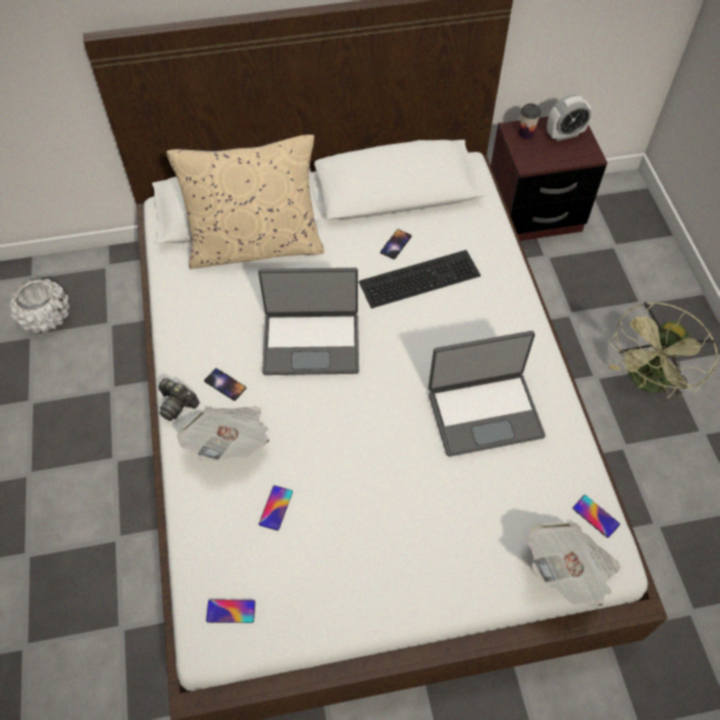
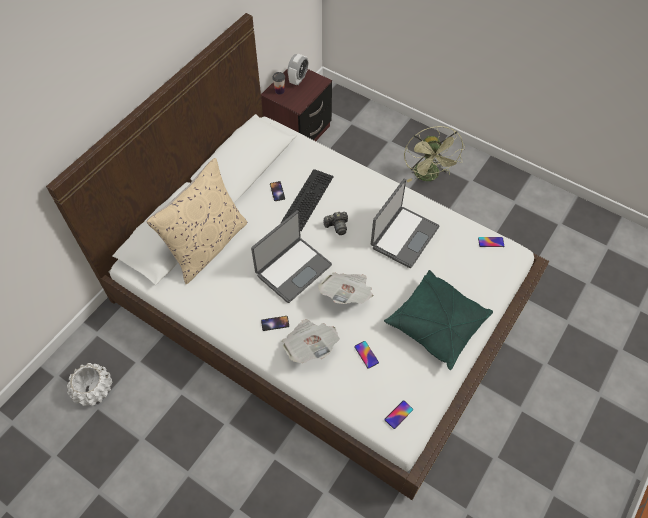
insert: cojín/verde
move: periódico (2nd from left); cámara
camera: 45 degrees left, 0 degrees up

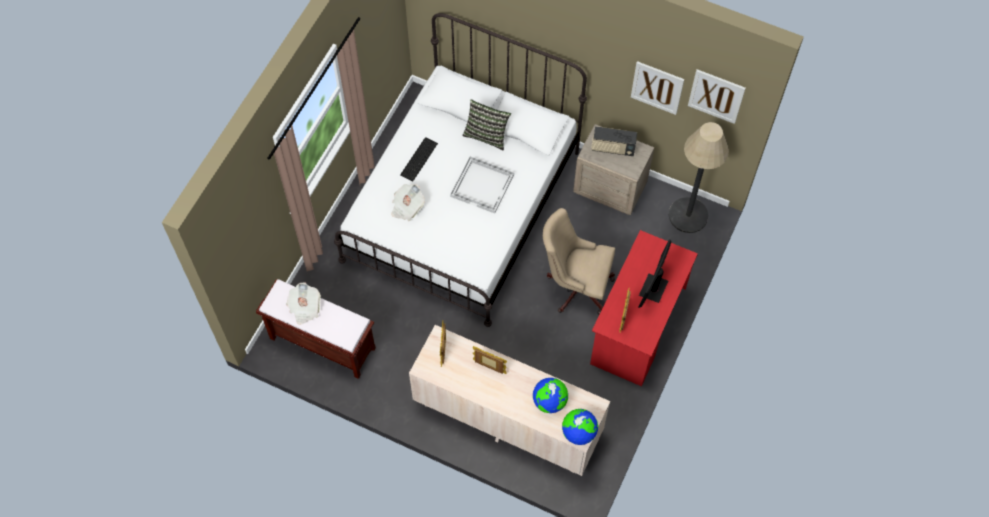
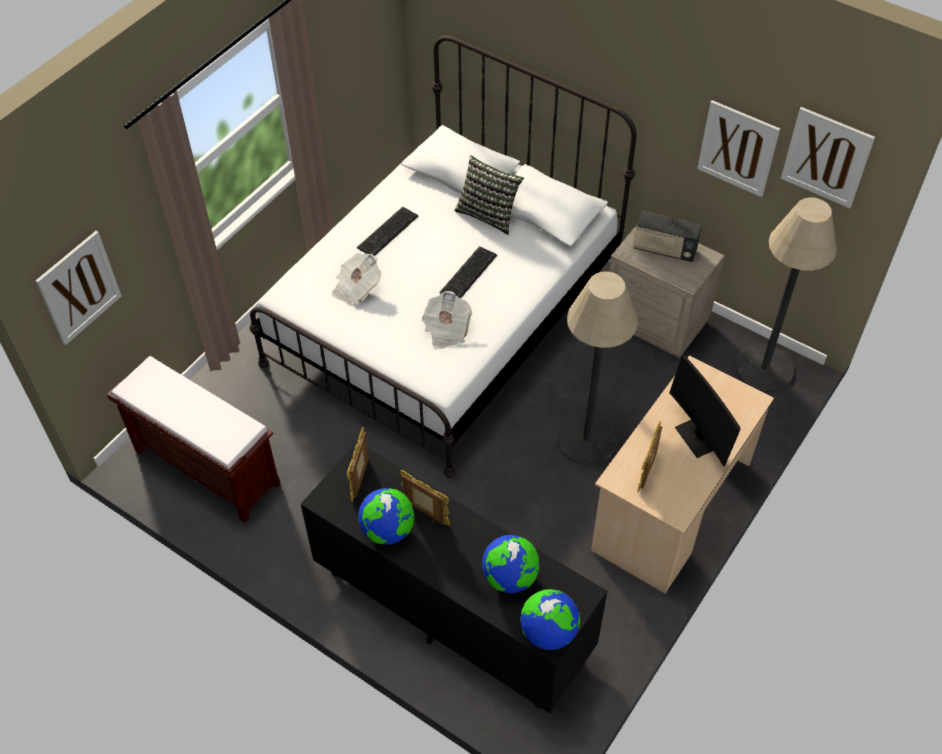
insert: cuadro (1st from left); globo terráqueo (1st from left)
move: periódico (1st from left in the first image) to periódico (2nd from left)
replace: bandeja/blanco to teclado (2nd from left); silla de oficina/beis to lámpara de pie (1st from left)
recolor: cómoda/beis to cómoda/negro; escritorio/rojo to escritorio/beis
rotate: monitor 60 degrees counterclockwise
camera: 10 degrees right, 10 degrees down

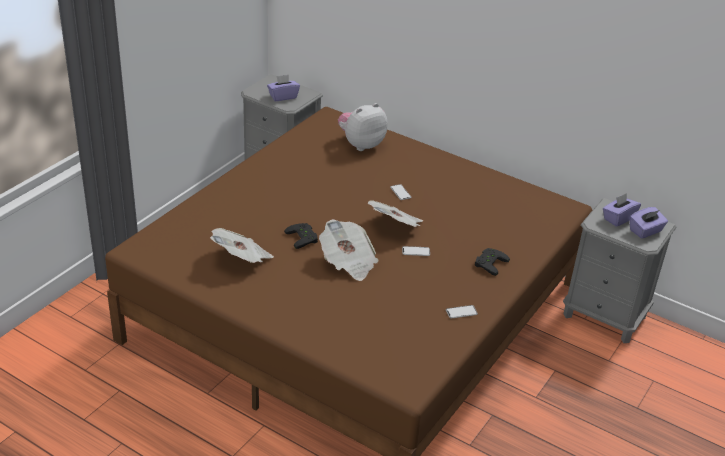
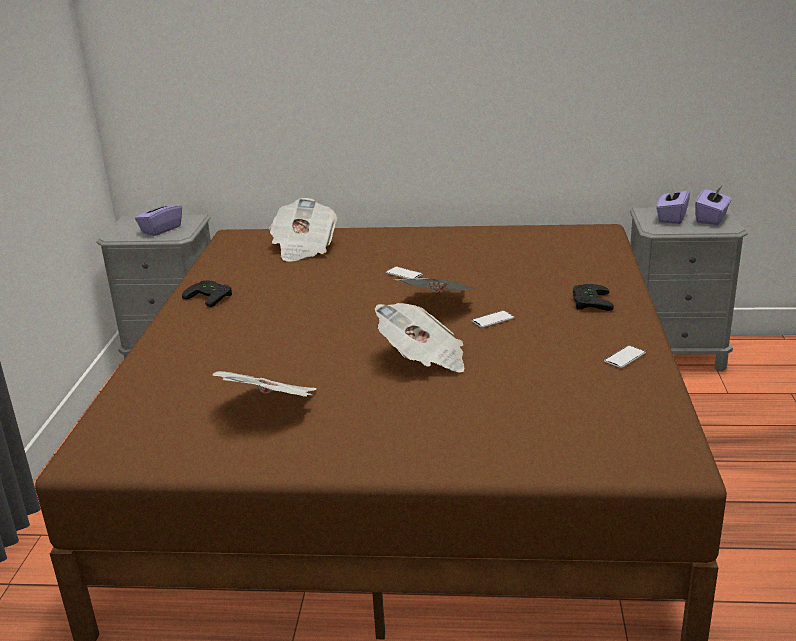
move: mando de consola/negro (1st from left)
replace: peluche to periódico (2nd from left)
camera: 25 degrees left, 10 degrees down

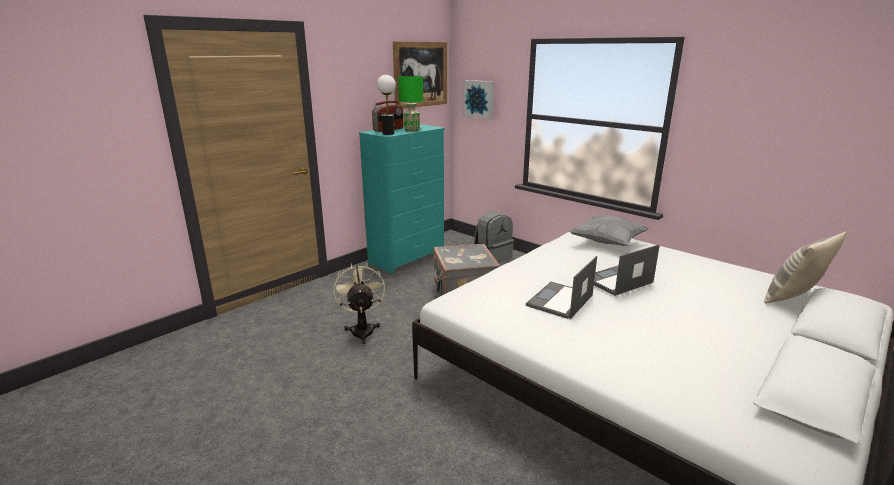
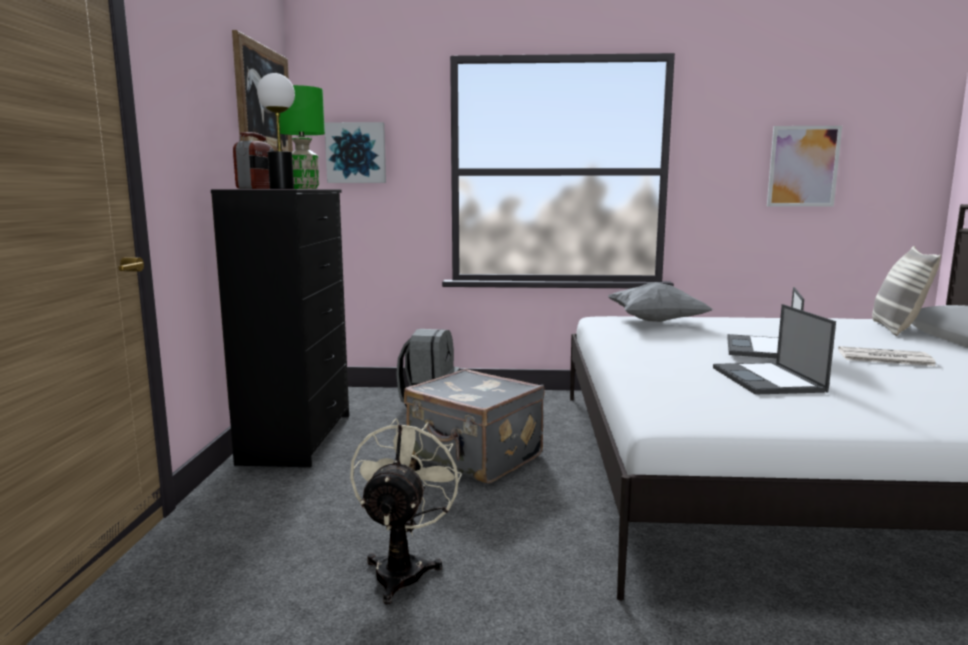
insert: cuadro (3rd from left); periódico
recolor: cómoda/turquesa to cómoda/negro
rotate: ventilador/beis 60 degrees clockwise
camera: 40 degrees left, 10 degrees down

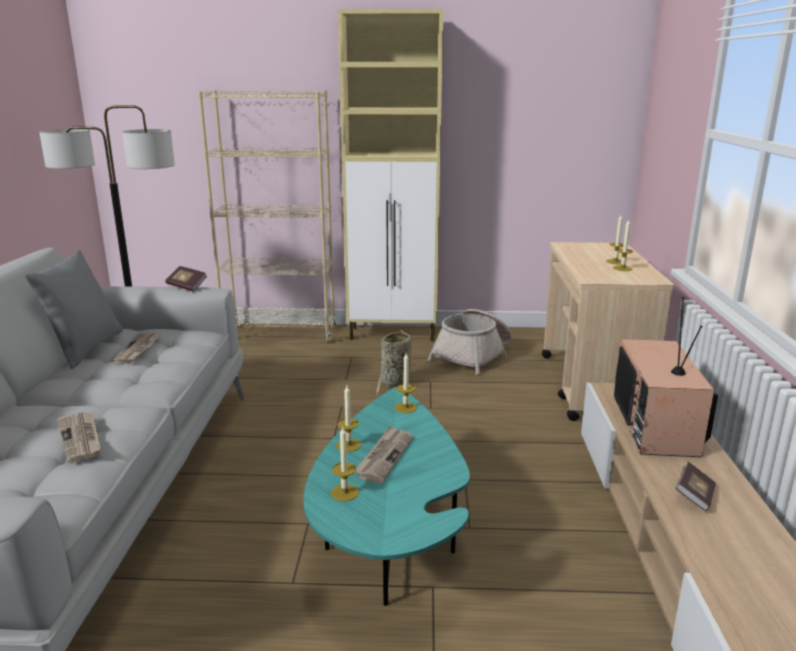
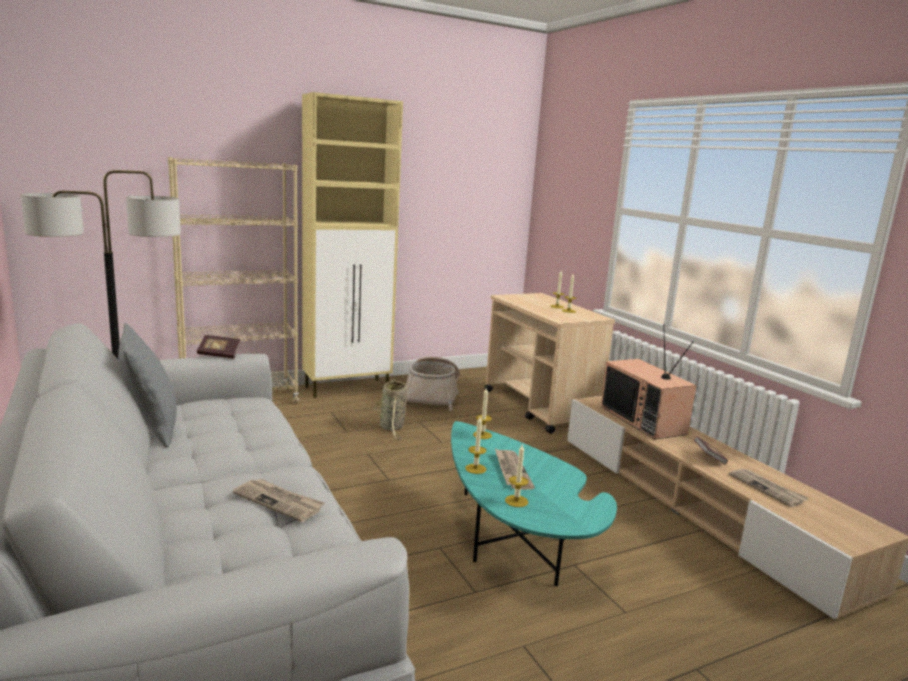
move: periódico (2nd from left in the first image) to periódico (3rd from left)
camera: 30 degrees left, 5 degrees down

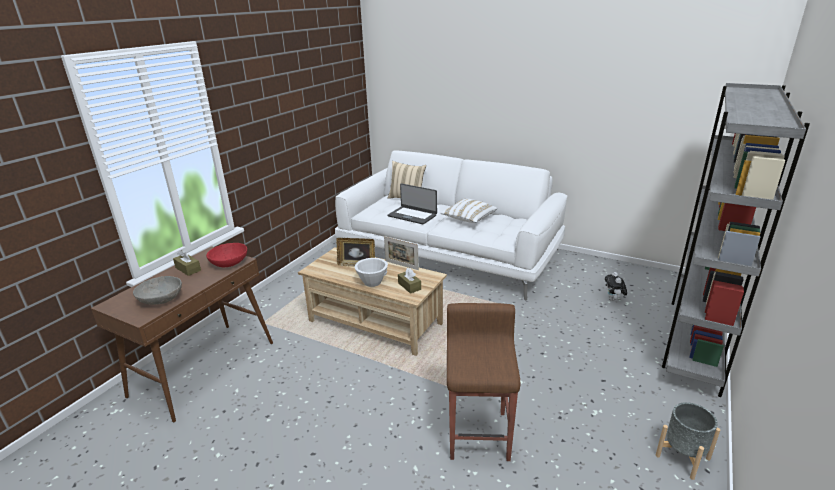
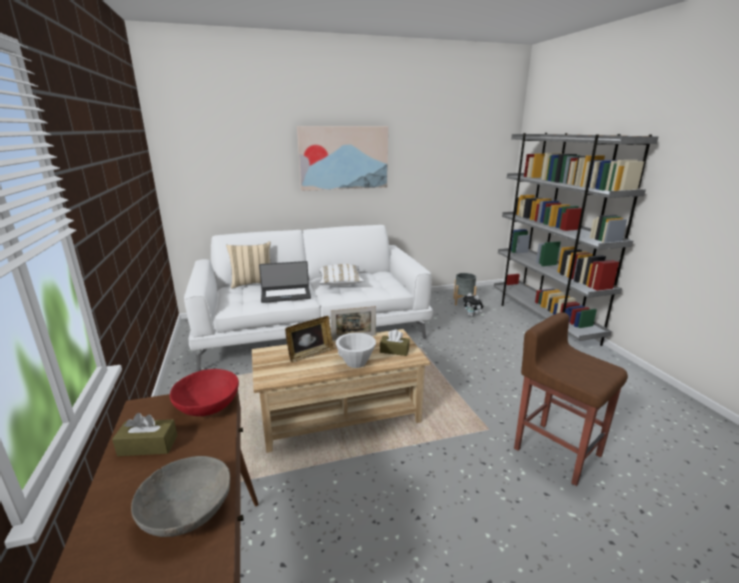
insert: cuadro
move: maceta/gris
camera: 45 degrees left, 5 degrees down

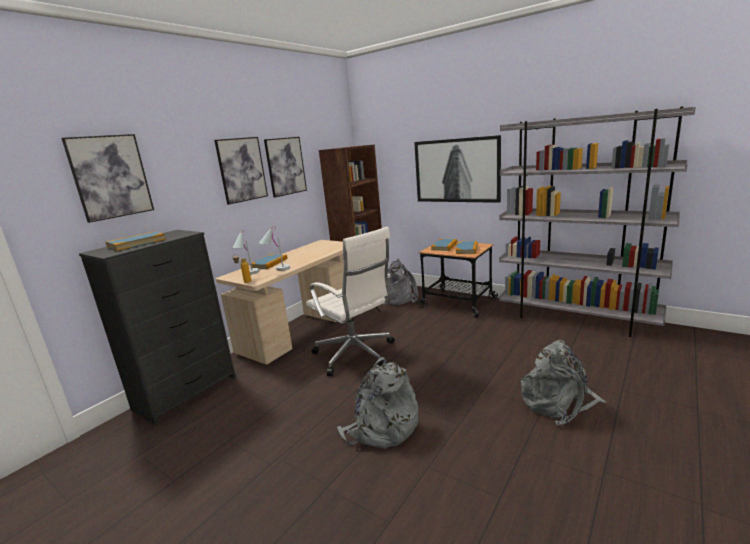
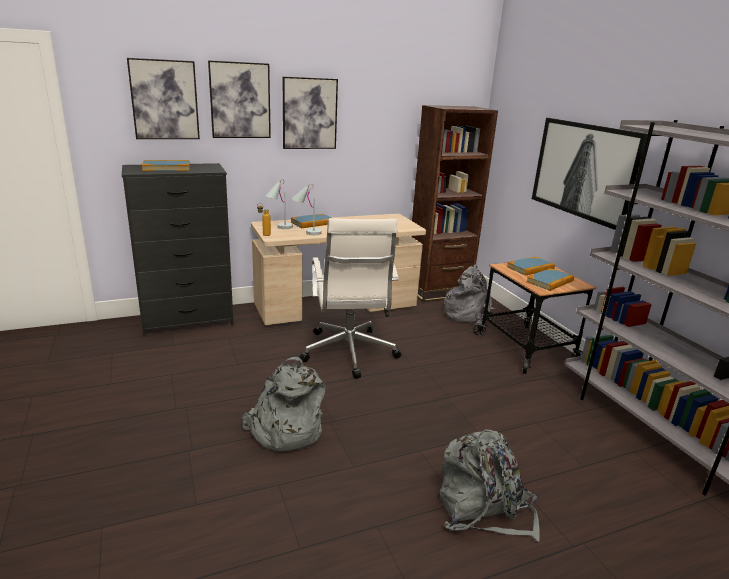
move: cuadro (3rd from left in the first image) to cuadro (2nd from left)
camera: 30 degrees right, 5 degrees up

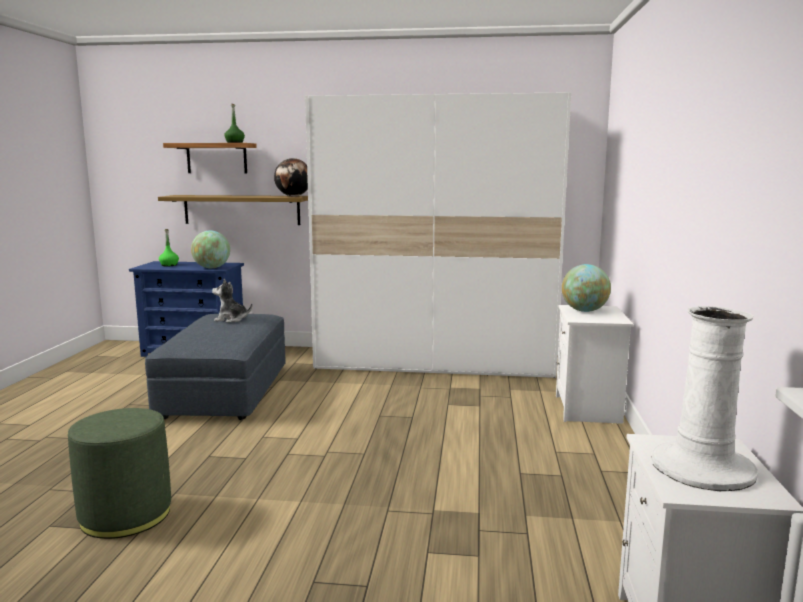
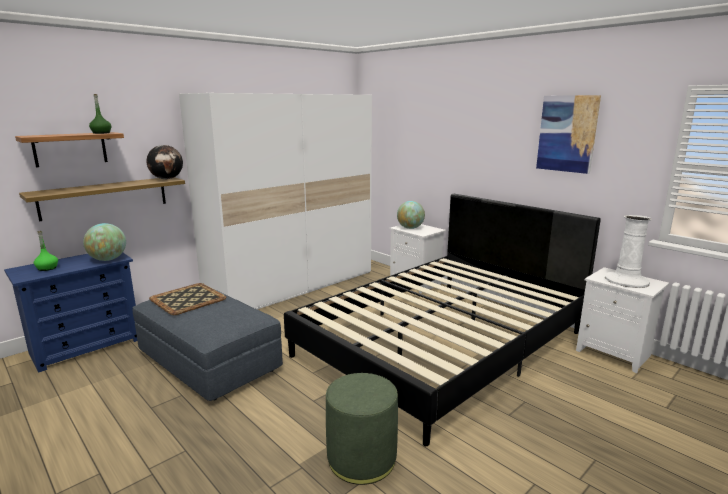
insert: cama/negro; cuadro
replace: peluche to bandeja
camera: 50 degrees left, 5 degrees up

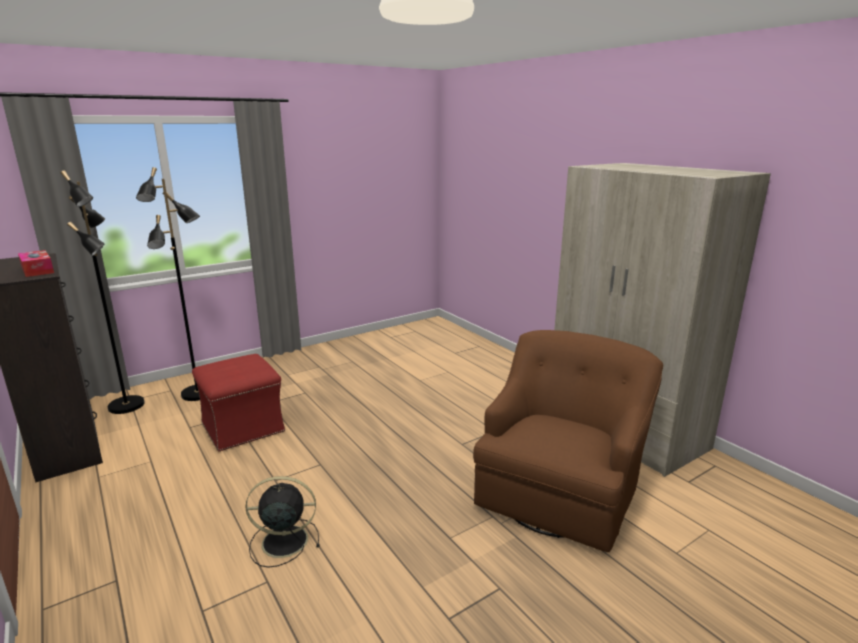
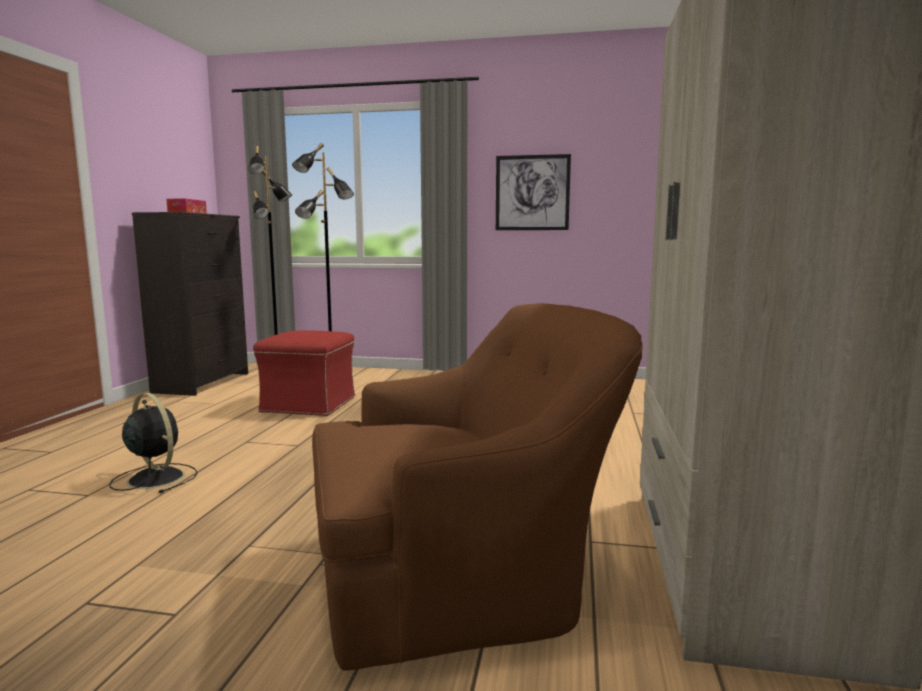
insert: cuadro
camera: 45 degrees right, 10 degrees down

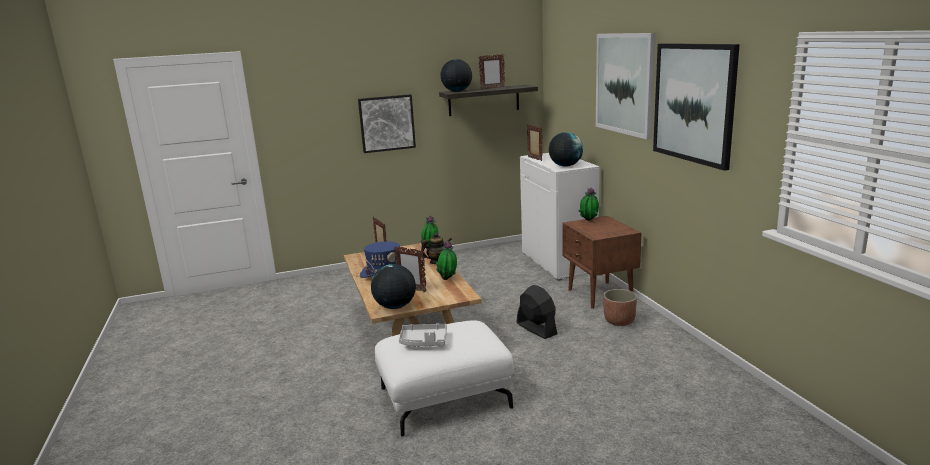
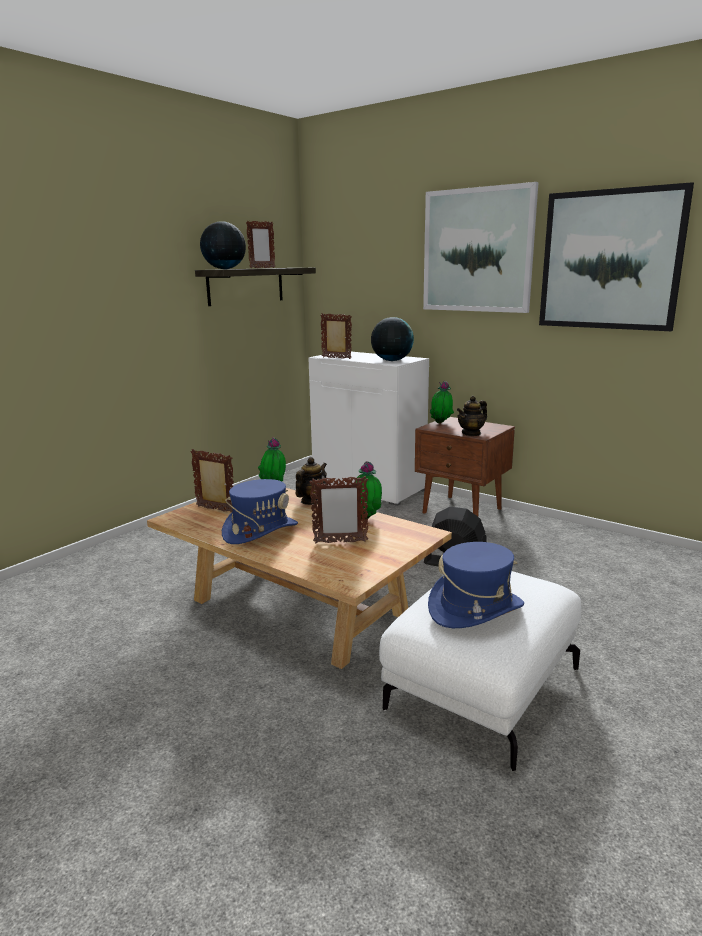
delete: cuadro (1st from left); globo terráqueo (1st from left); maceta
insert: tetera (2nd from left)
replace: bandeja/gris to sombrero/azul (2nd from left)
camera: 35 degrees left, 0 degrees up

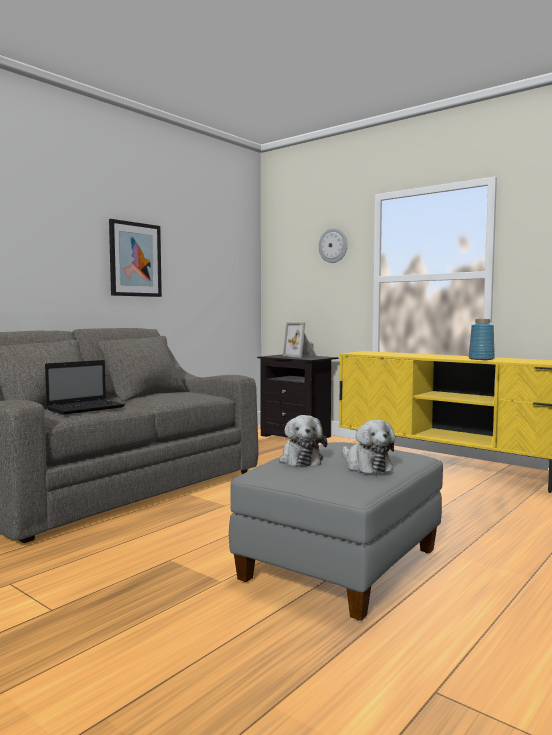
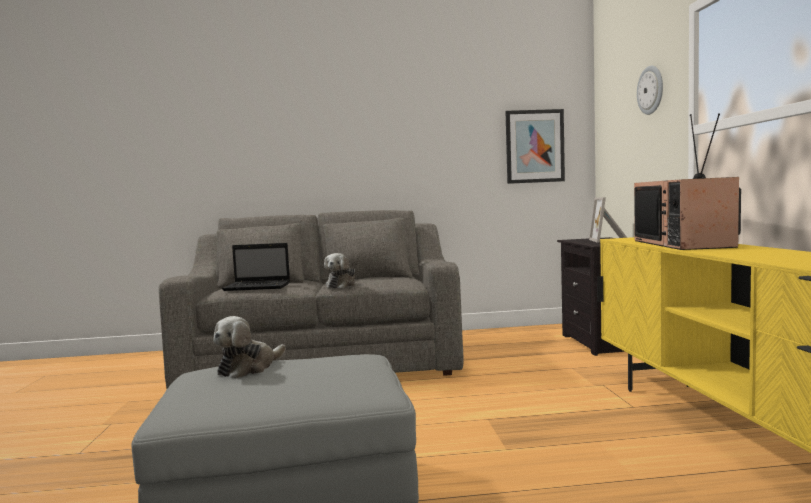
delete: florero/azul
insert: televisor
move: peluche (2nd from left); cuadro
camera: 45 degrees right, 0 degrees up

